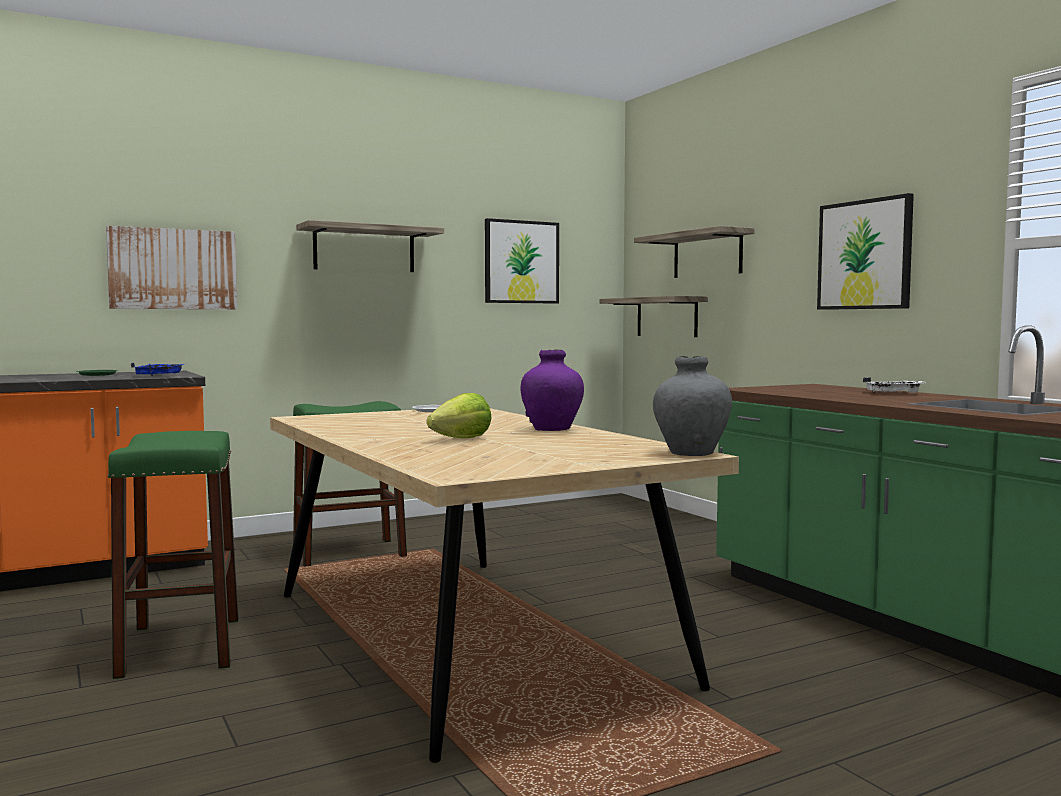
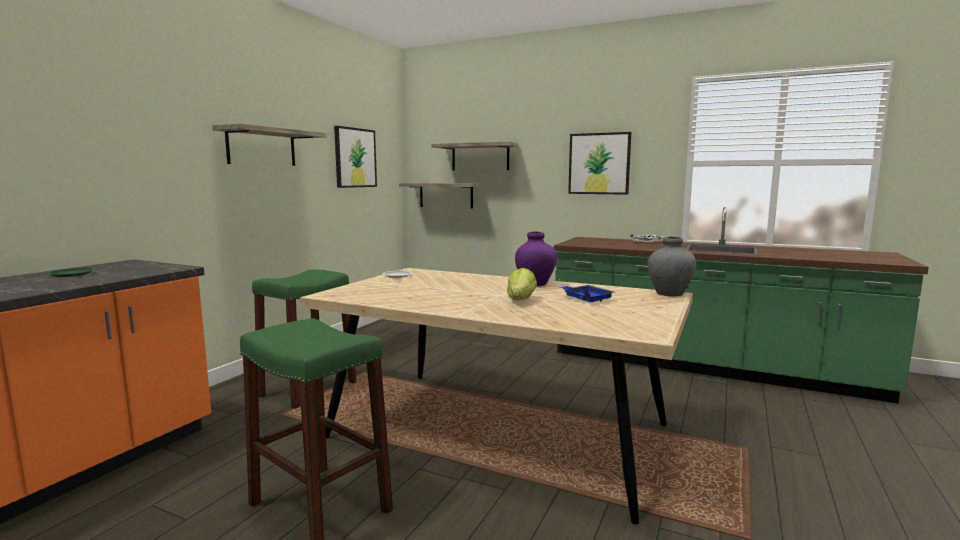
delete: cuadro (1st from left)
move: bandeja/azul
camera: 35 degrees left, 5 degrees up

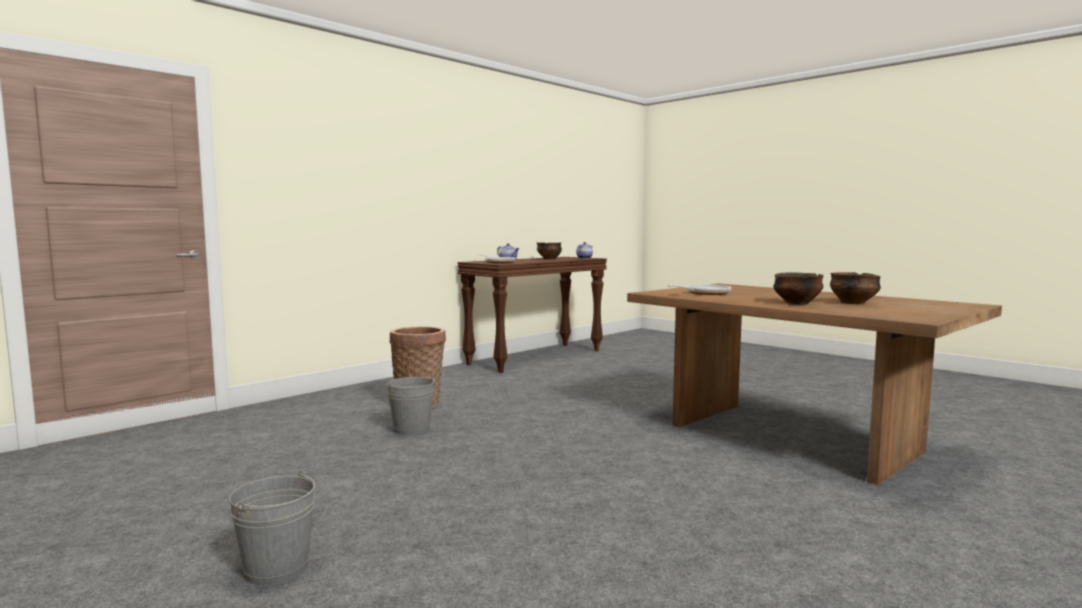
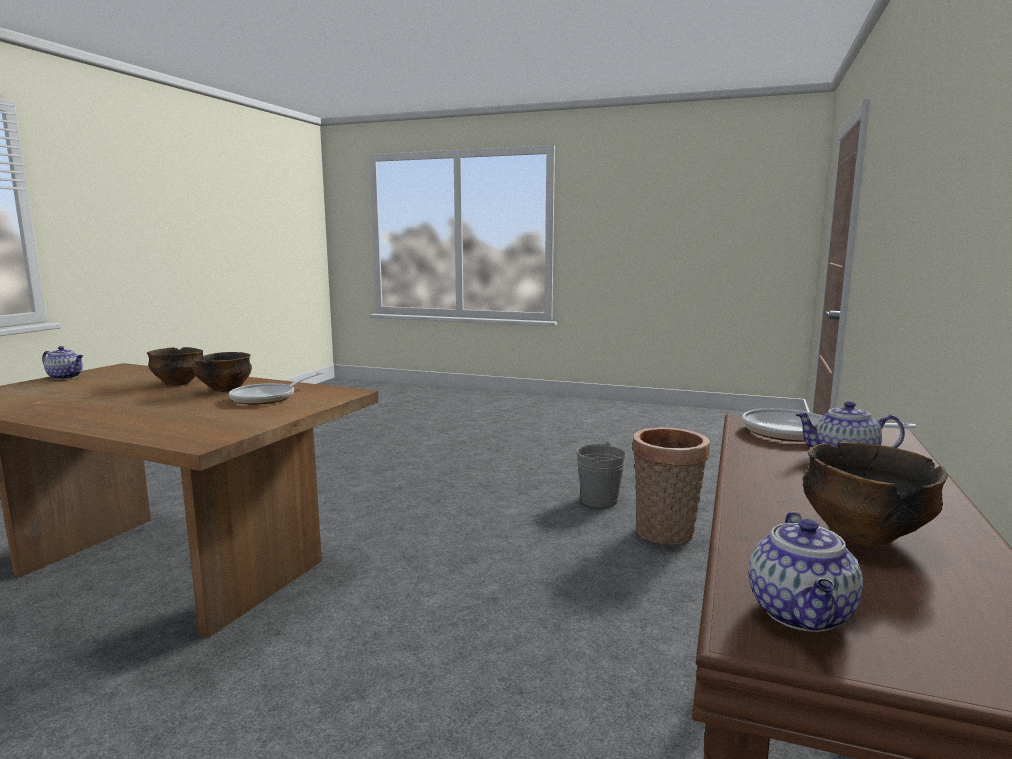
delete: cubo/gris (1st from left)
insert: tetera (1st from left)
move: cuenco (3rd from left in the first image) to cuenco (2nd from left)
camera: 155 degrees right, 5 degrees up

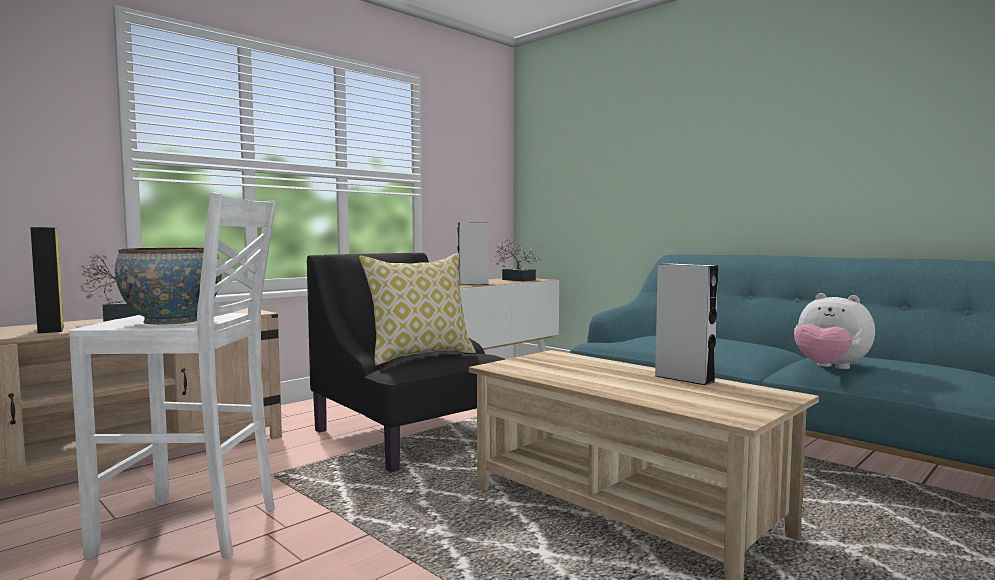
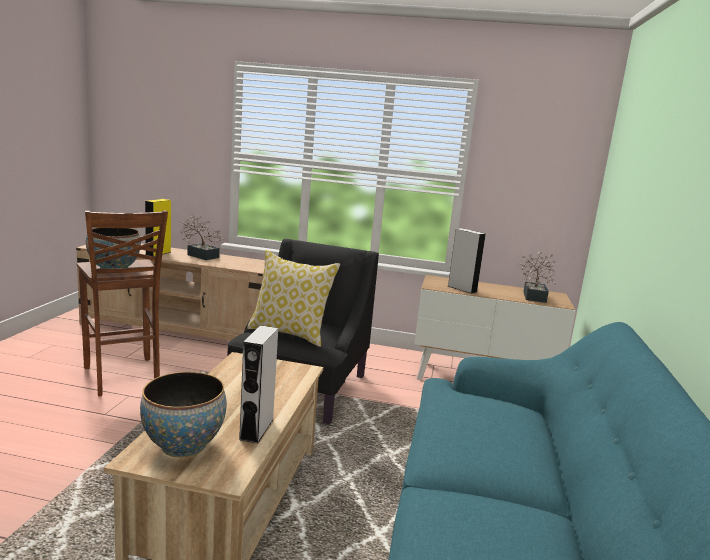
delete: peluche
insert: cuenco (2nd from left)
recolor: taburete/blanco to taburete/marrón
camera: 55 degrees right, 10 degrees up

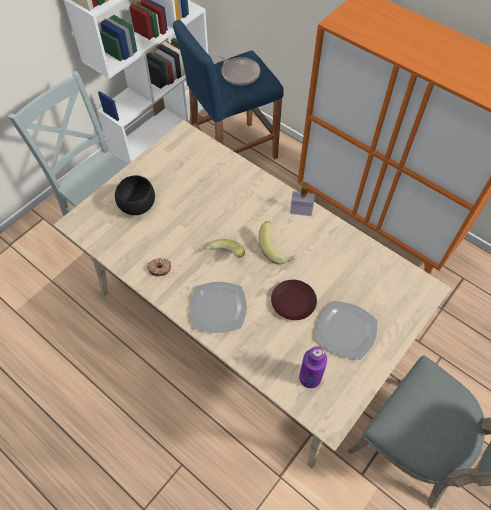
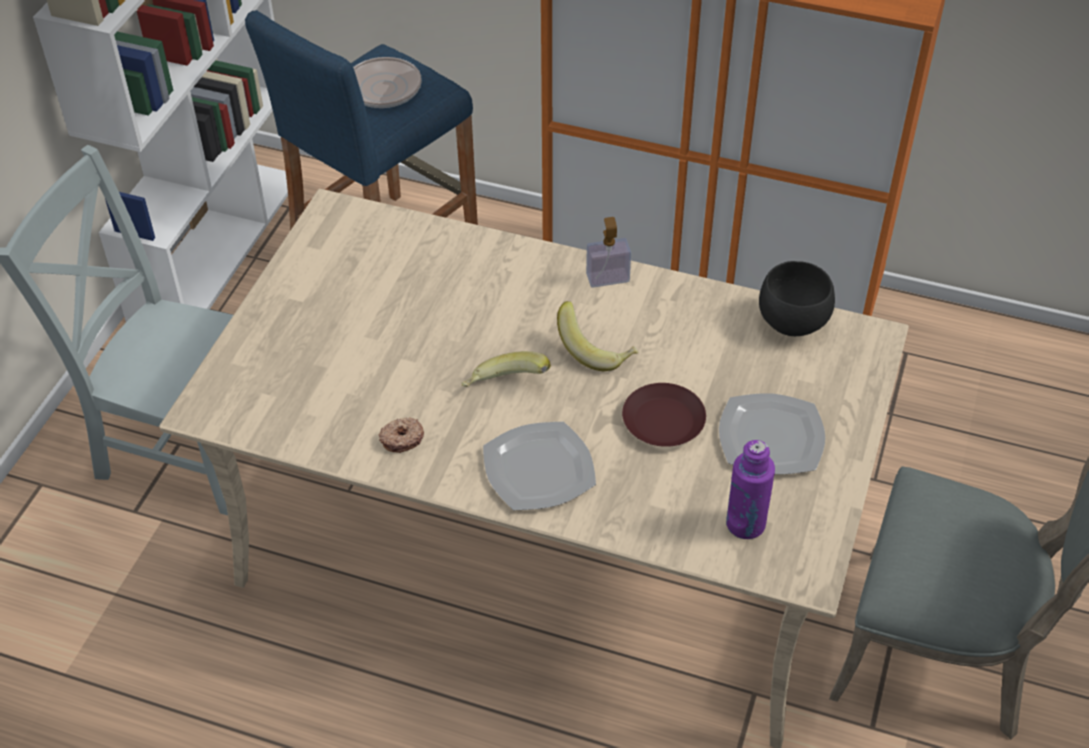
move: cuenco/negro
camera: 20 degrees left, 10 degrees down

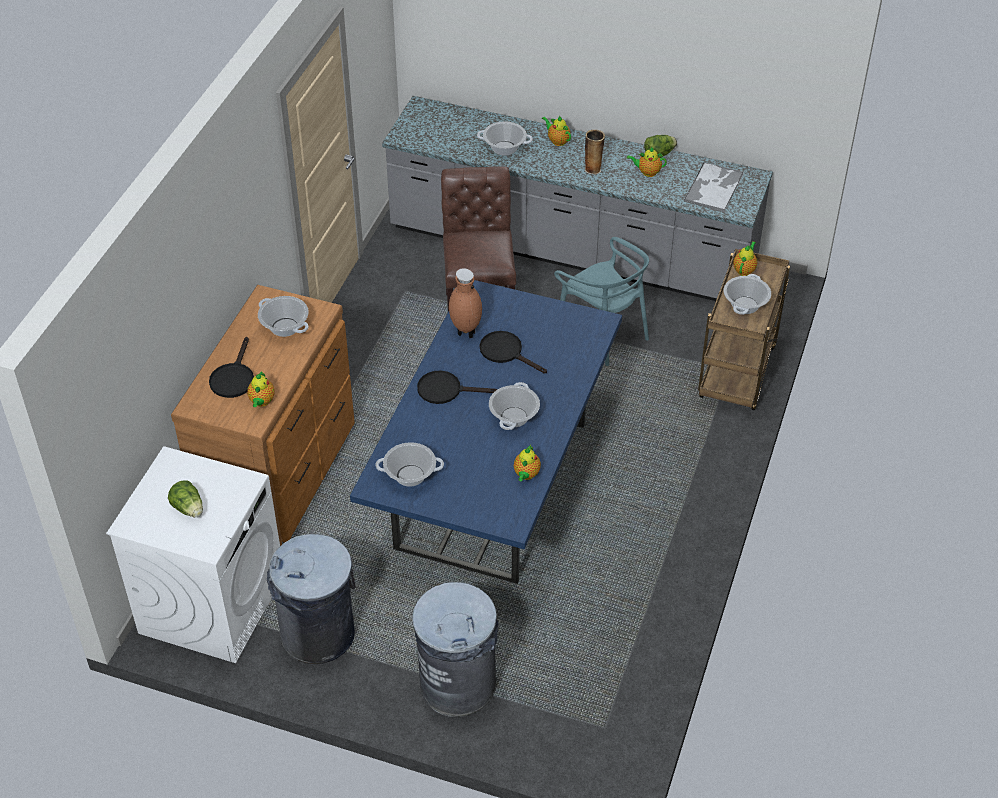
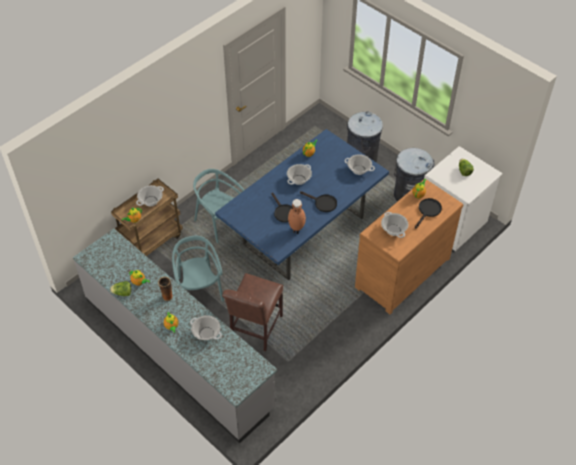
delete: bandeja
insert: silla/turquesa (2nd from left)
camera: 155 degrees left, 5 degrees up

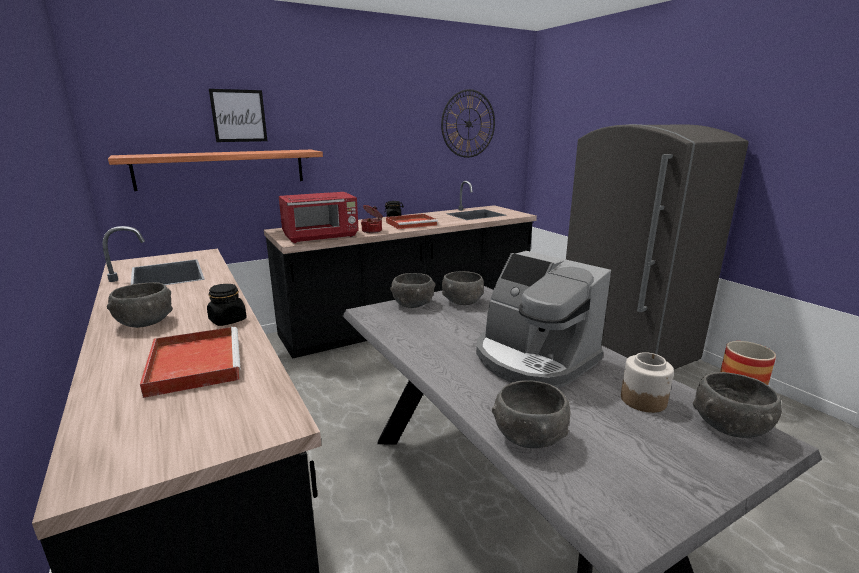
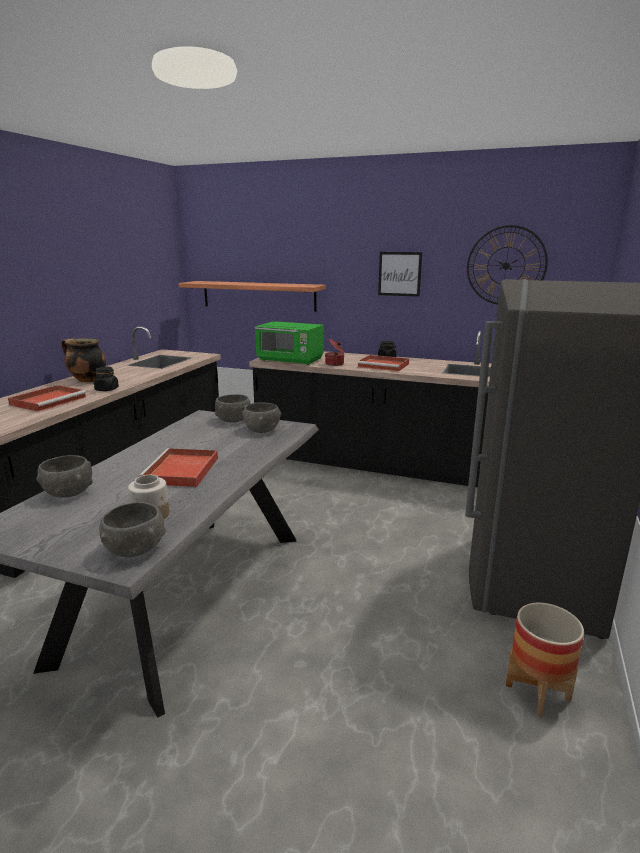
move: cuadro
replace: cuenco/gris (1st from left) to olla (1st from left); cafetera to bandeja/rojo (2nd from left)
recolor: microondas/rojo to microondas/verde
camera: 50 degrees right, 0 degrees up

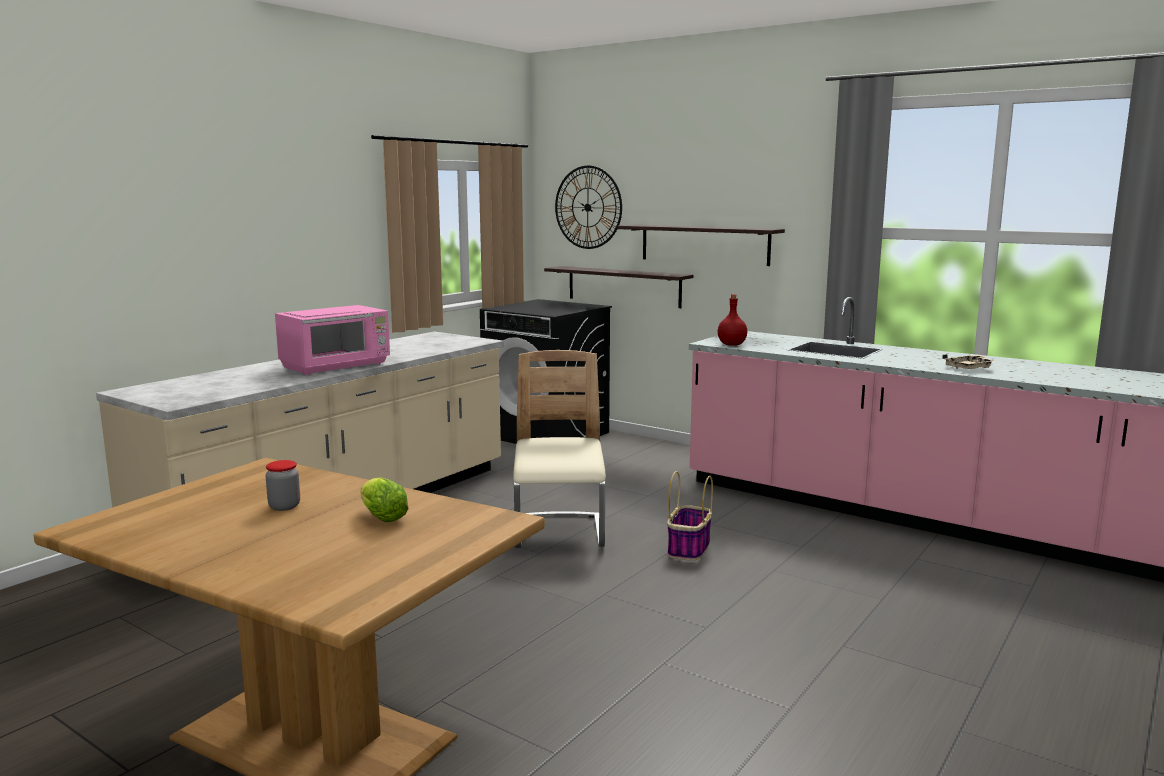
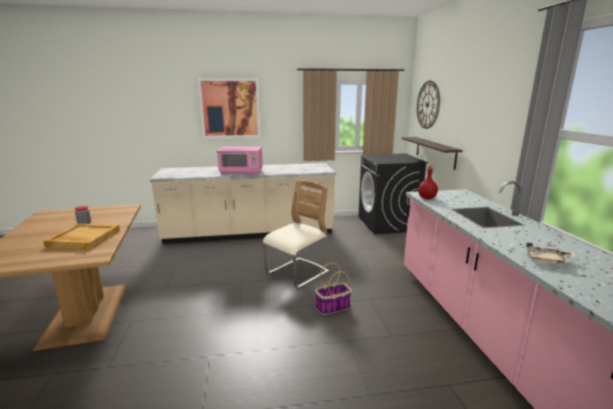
delete: estante (2nd from left)
insert: cuadro
replace: lechuga to bandeja/beis (1st from left)
camera: 45 degrees right, 5 degrees up

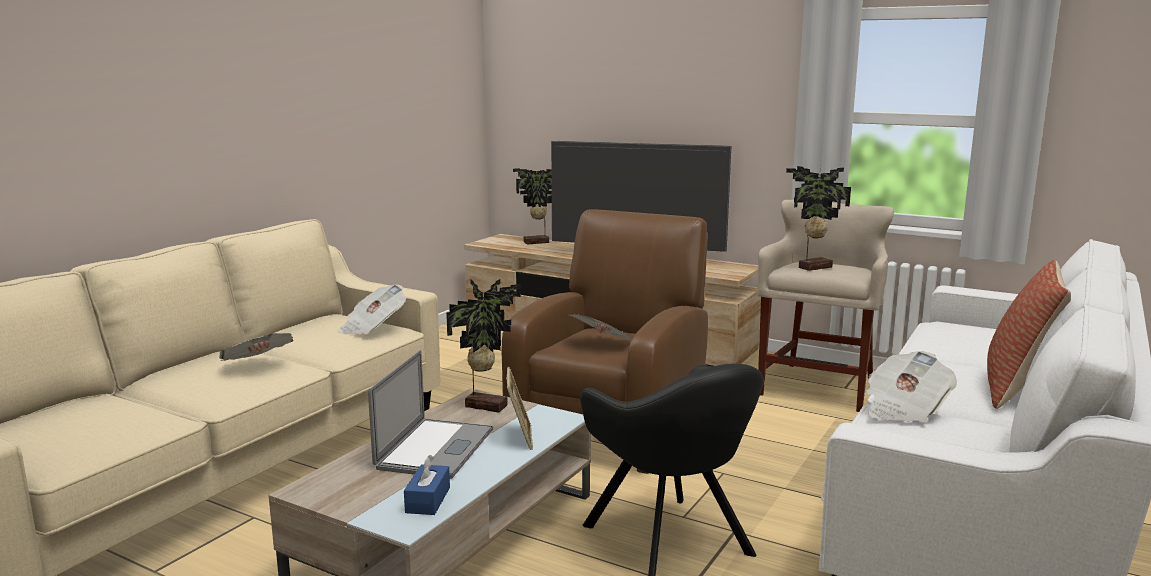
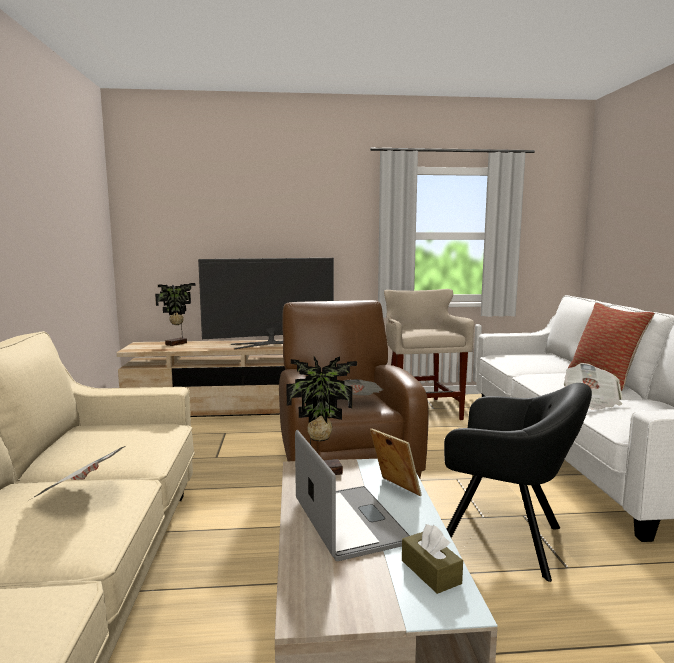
delete: periódico (2nd from left); planta en maceta (3rd from left)
recolor: caja de pañuelos/azul to caja de pañuelos/marrón
camera: 35 degrees left, 5 degrees down

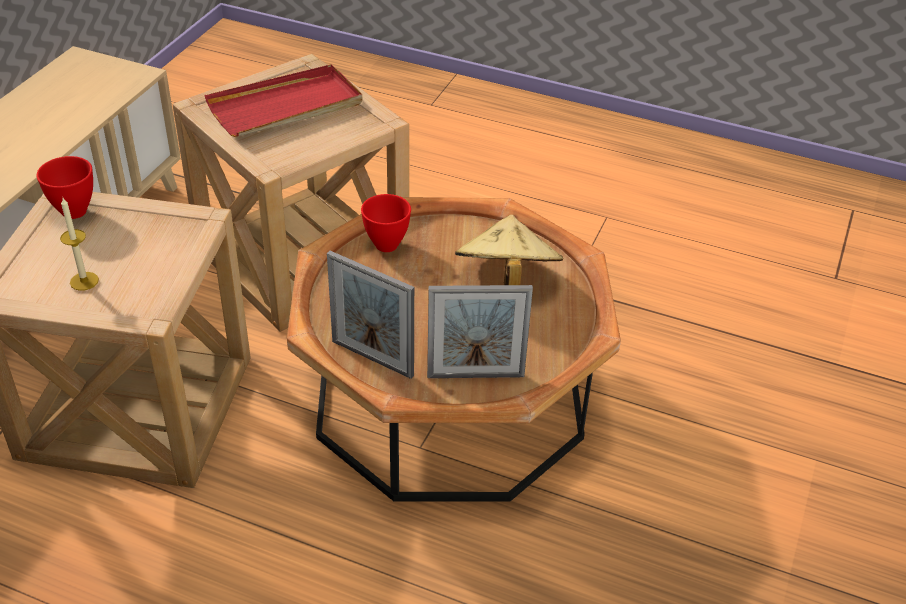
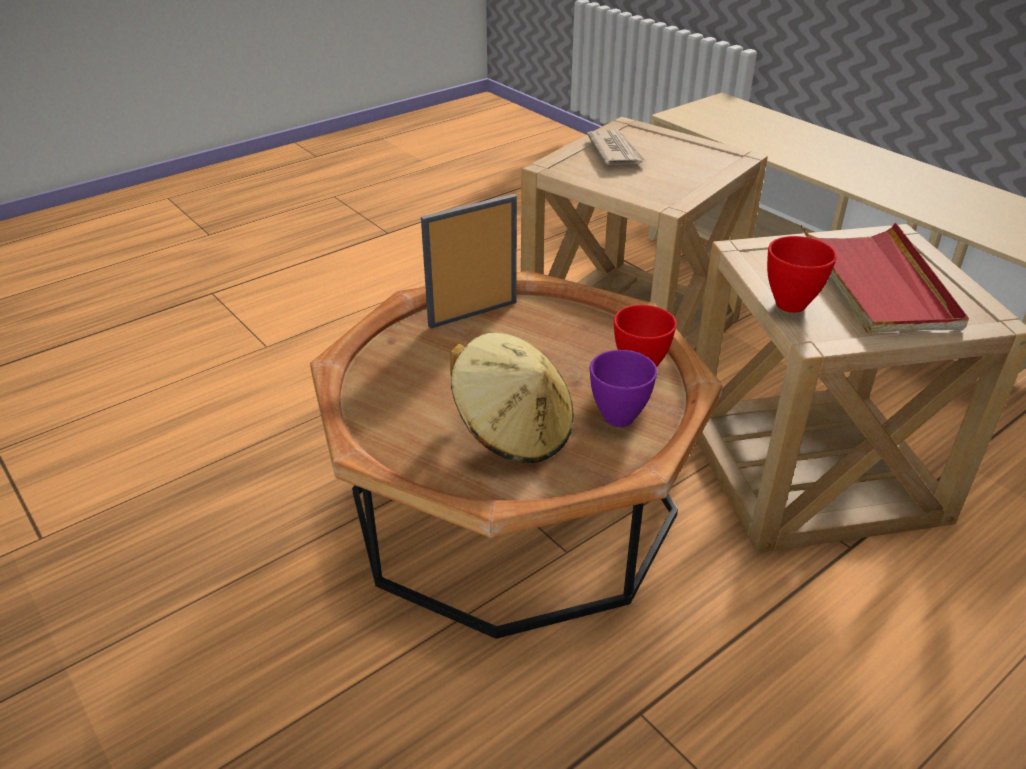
delete: portarretratos (2nd from left)
insert: cuenco/morado
move: cuenco/rojo (1st from left in the first image) to cuenco/rojo (2nd from left)
replace: vela to periódico
camera: 120 degrees right, 5 degrees down

